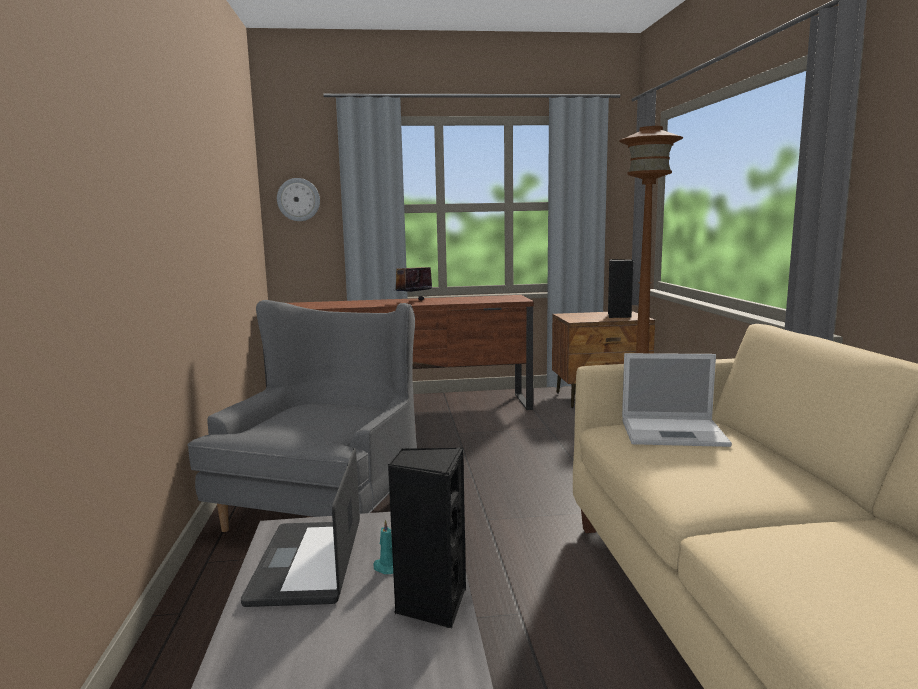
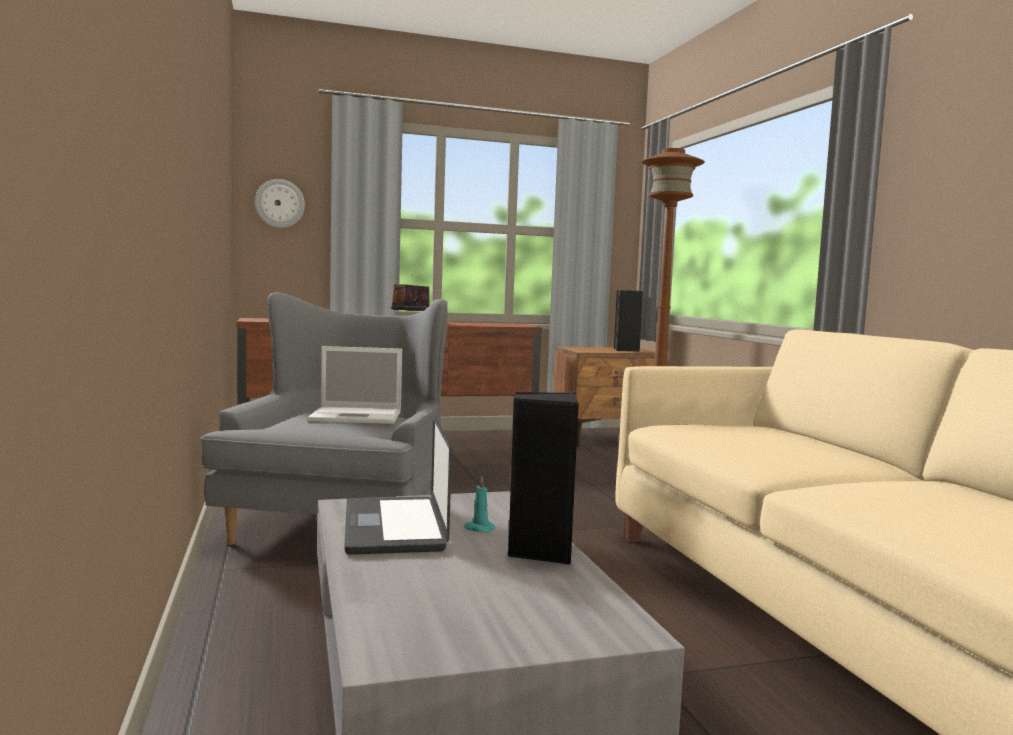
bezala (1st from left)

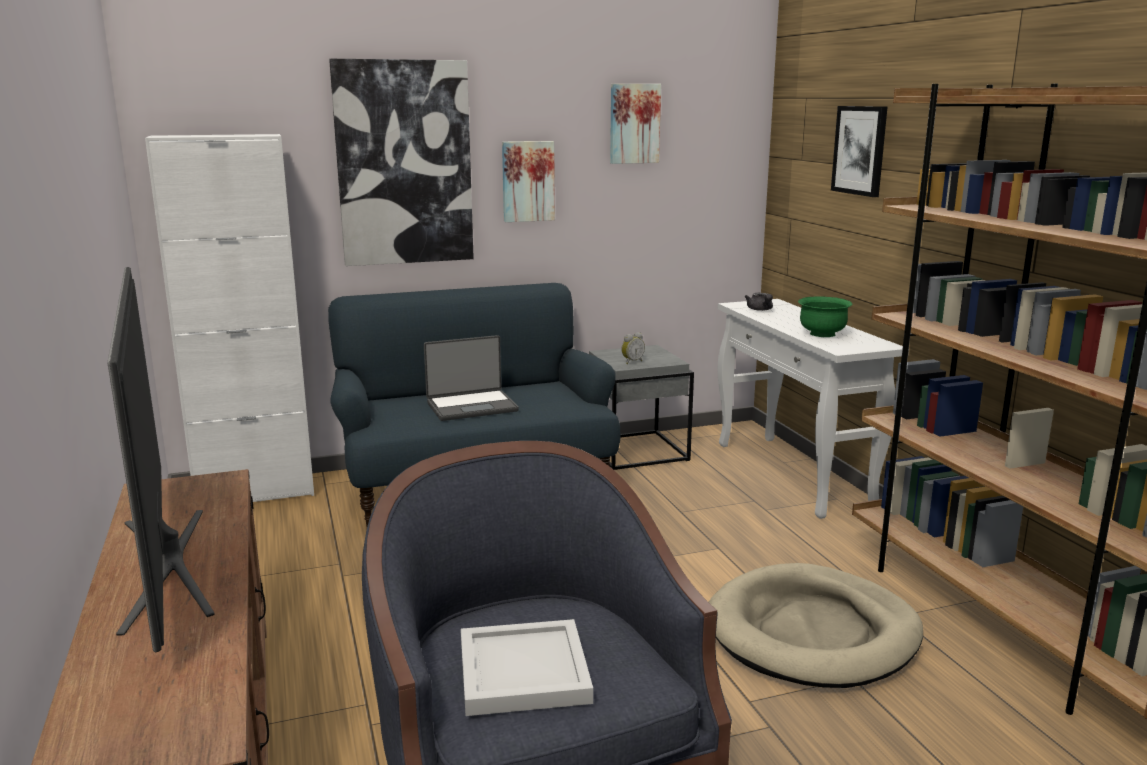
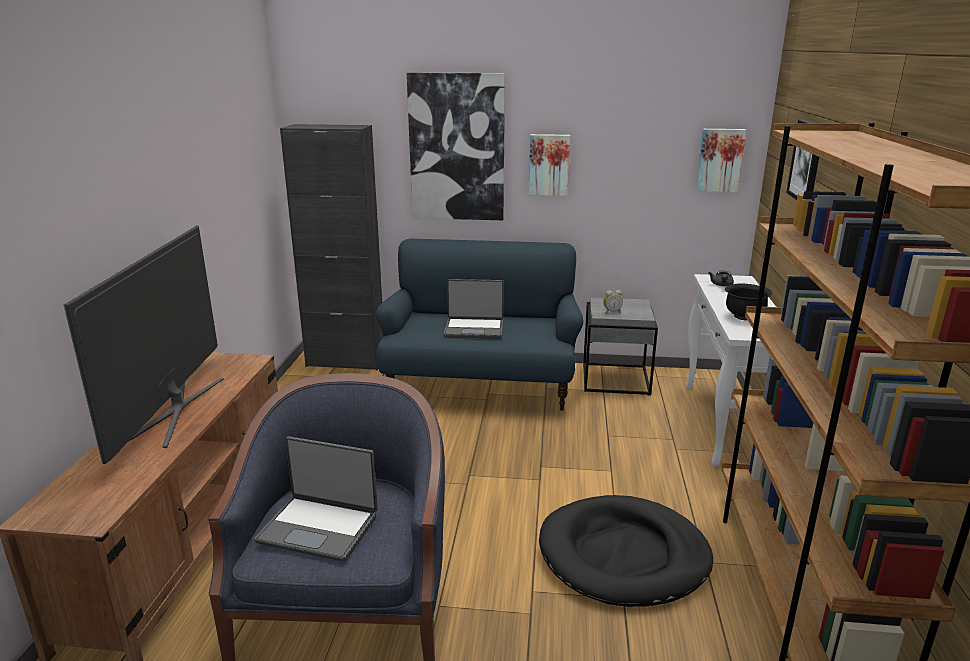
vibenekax (3rd from left); bezala (1st from left); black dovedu; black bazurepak; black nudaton

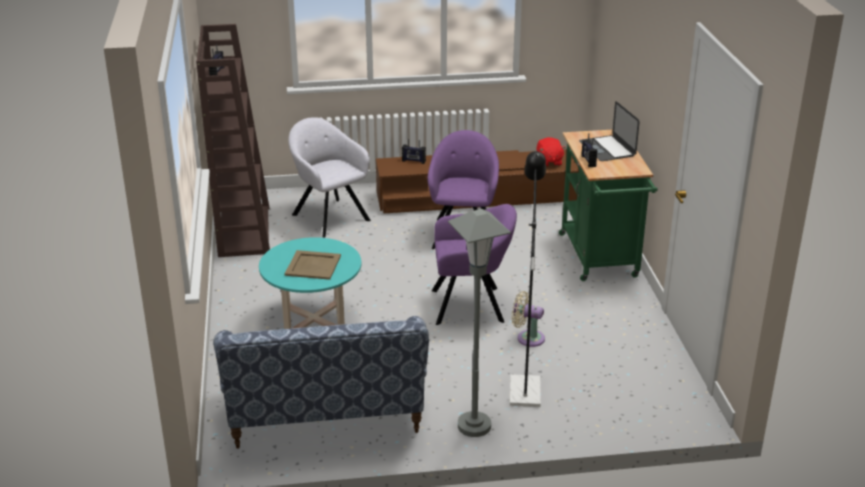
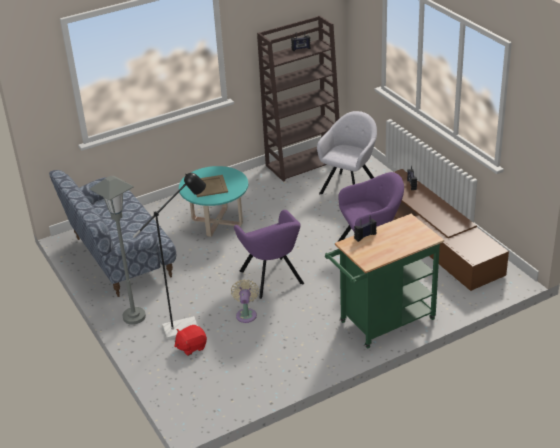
bezala; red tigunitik

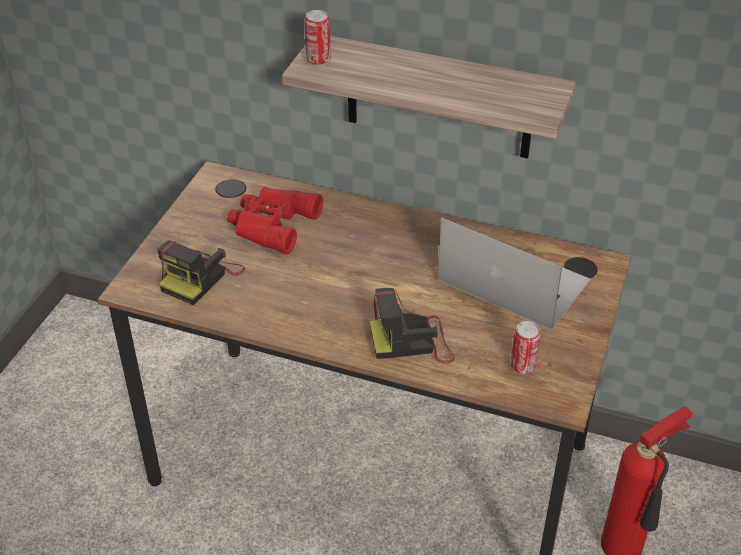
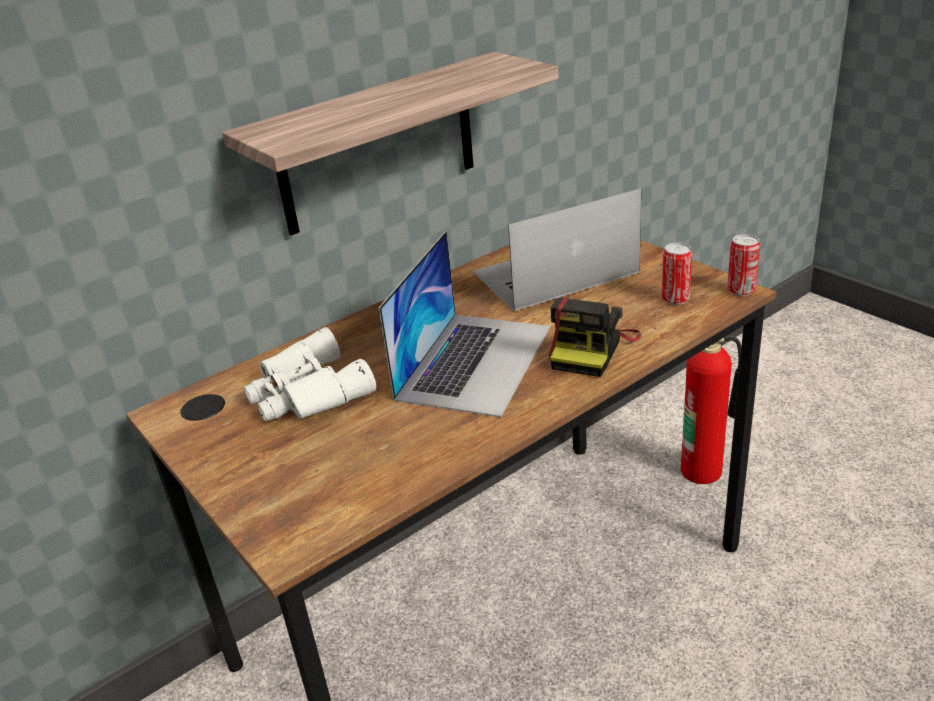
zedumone (1st from left in the first image); bezala (1st from left); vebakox (2nd from left); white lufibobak

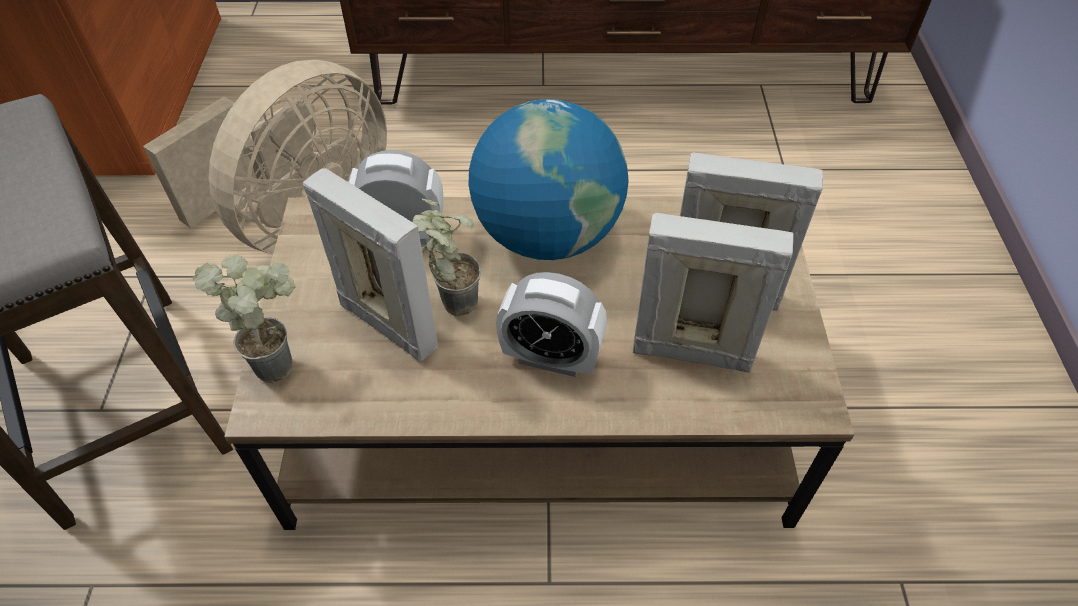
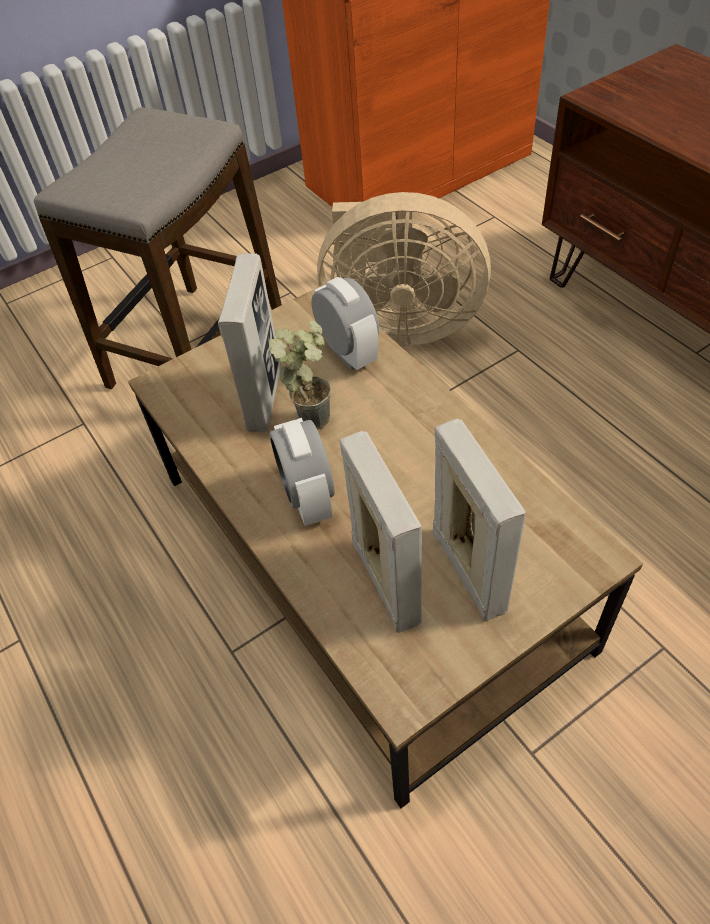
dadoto (1st from left in the first image); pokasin

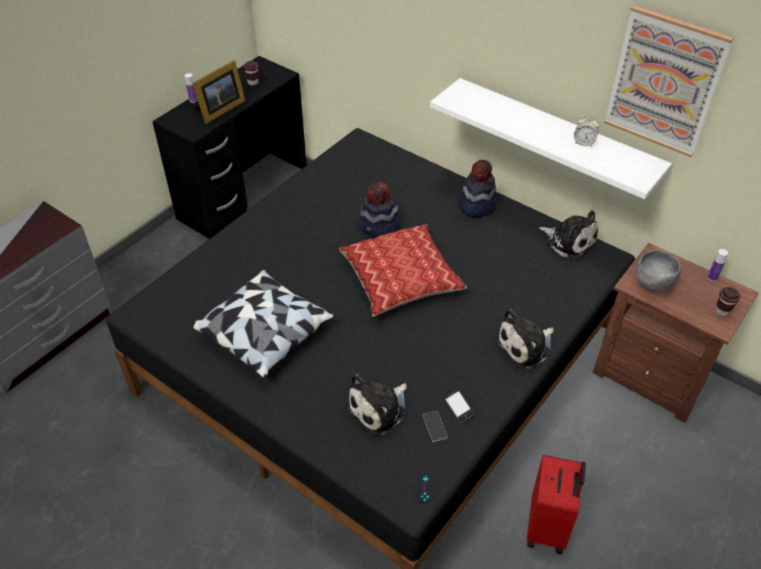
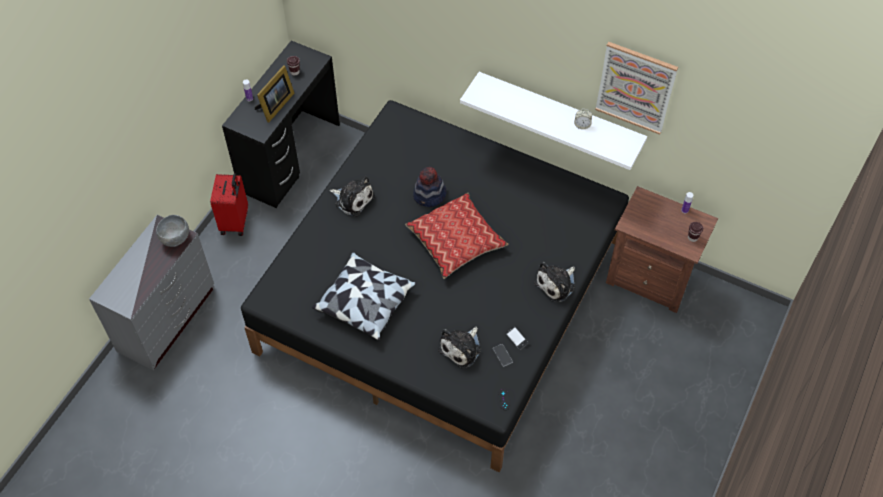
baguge (2nd from left in the first image); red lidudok; tigunitik (1st from left); grey nudaton

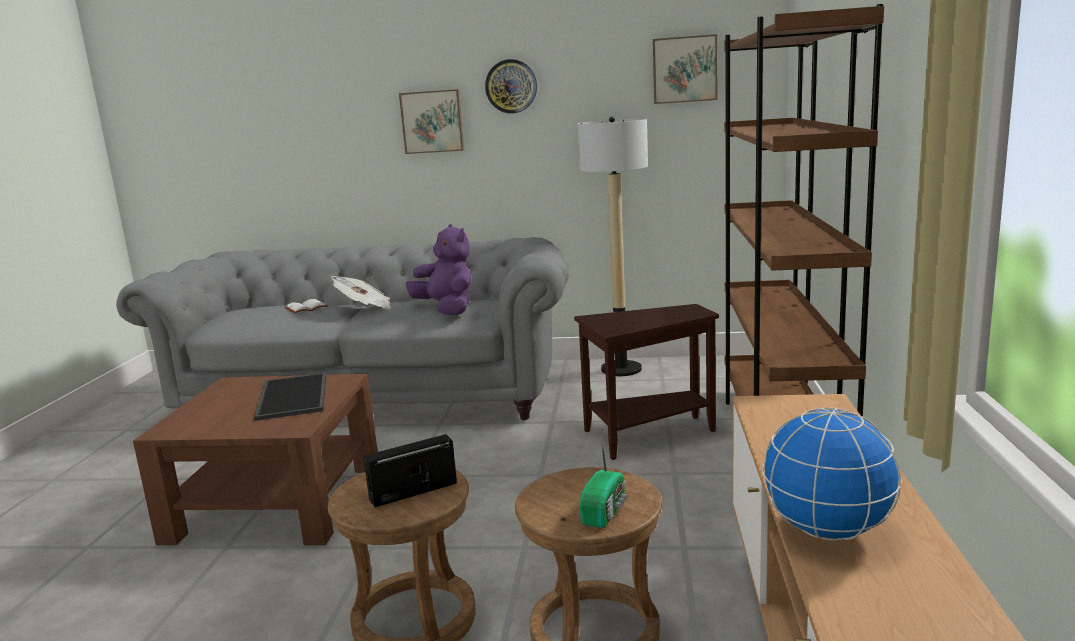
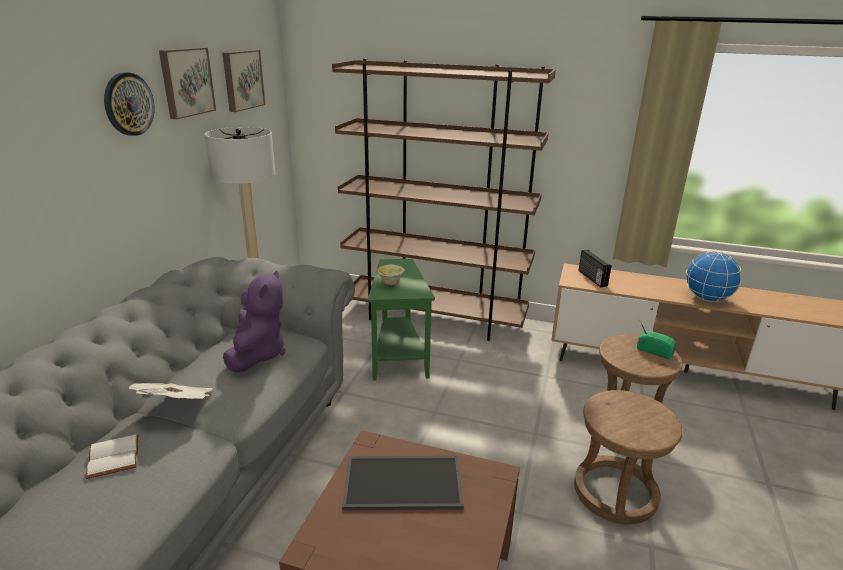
nudaton; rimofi (1st from left); vibenekax (1st from left); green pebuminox; purple tigunitik

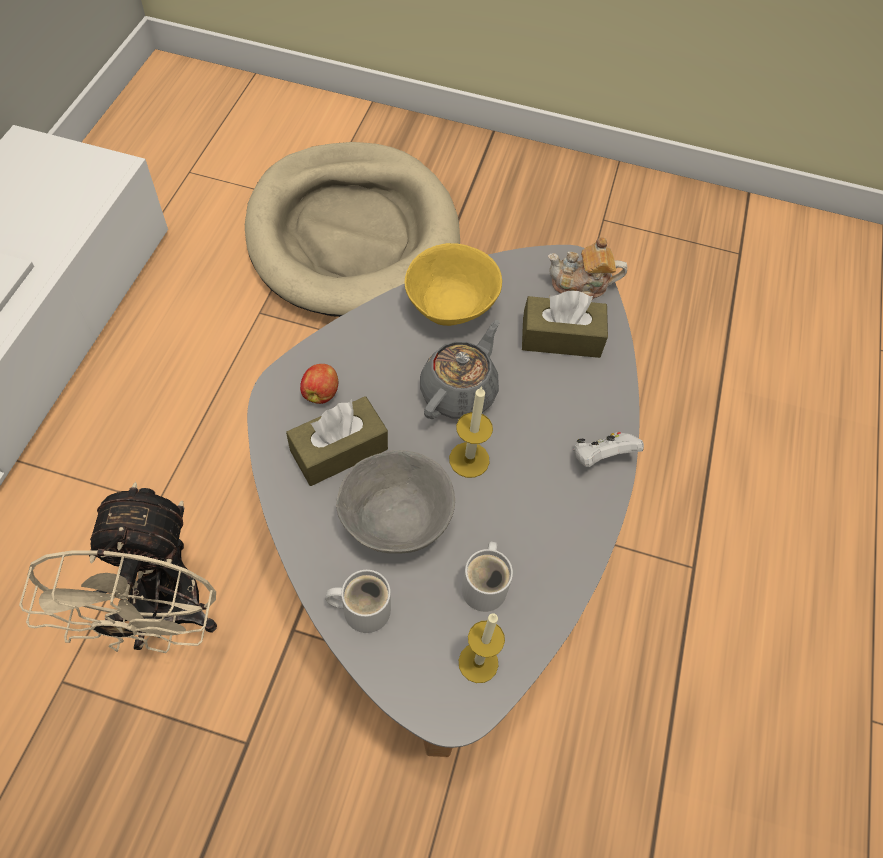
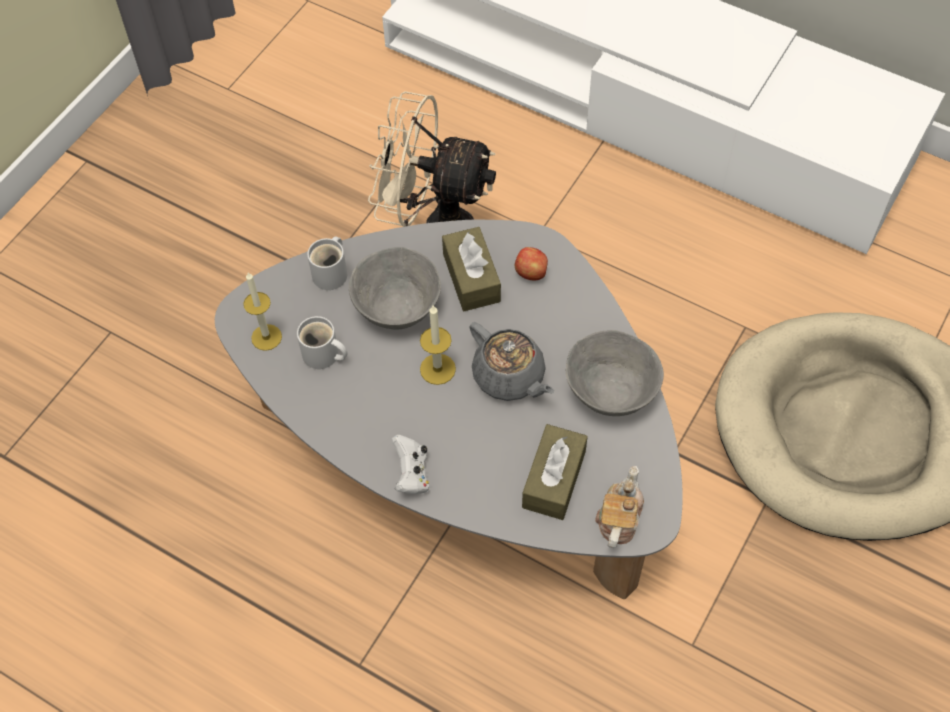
grey nudaton (2nd from left)

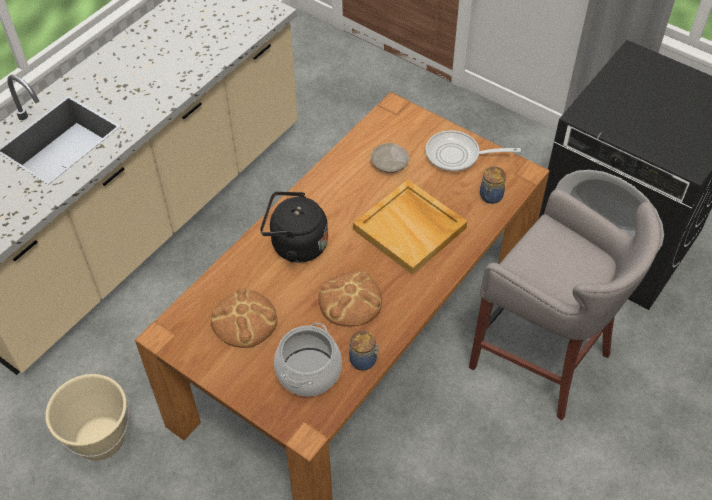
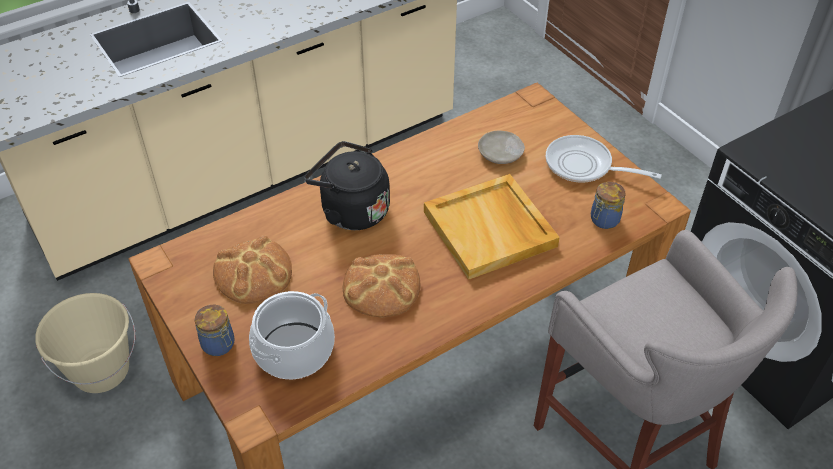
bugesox (1st from left)

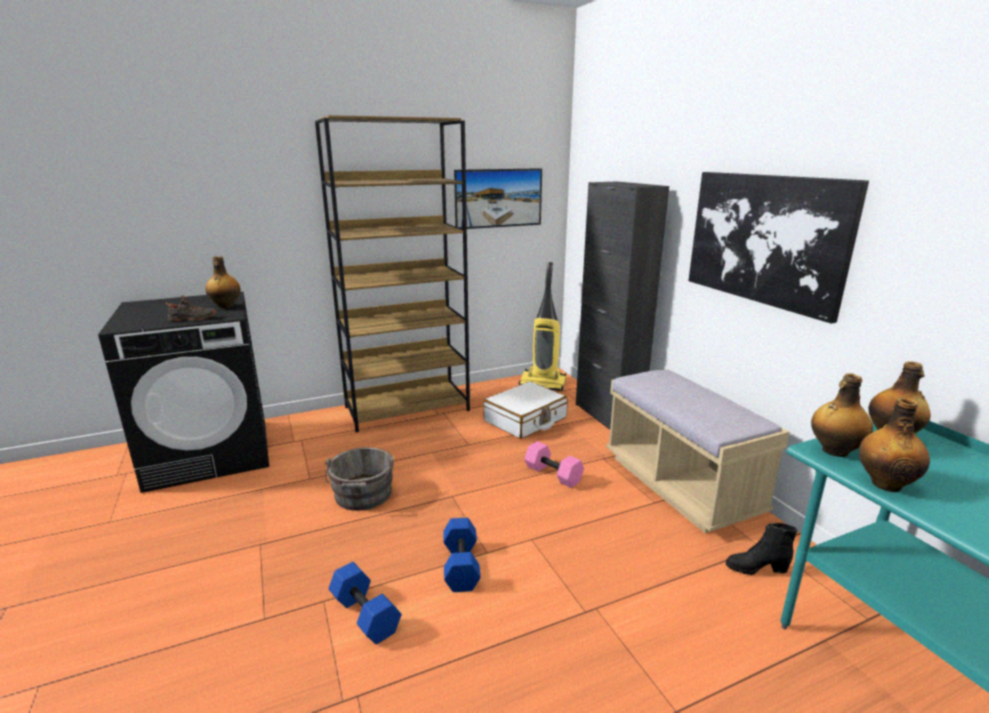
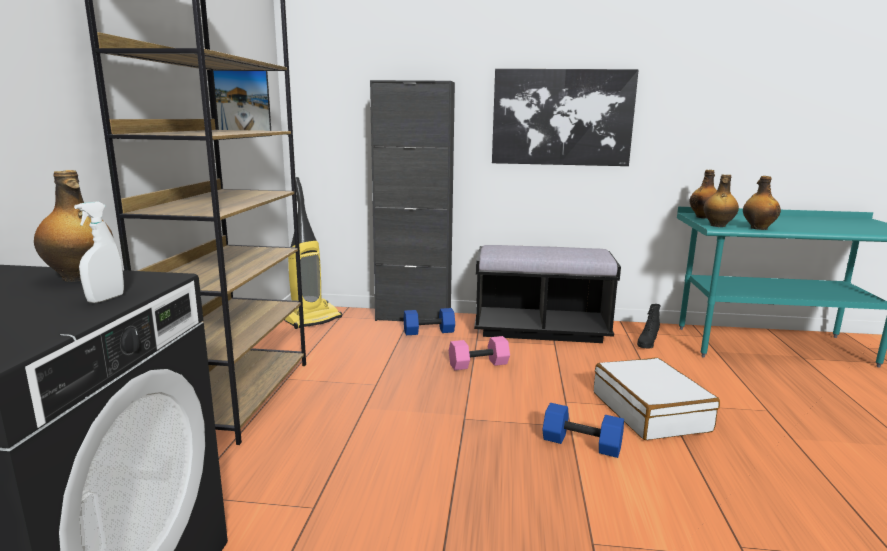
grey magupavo; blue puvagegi (1st from left); white lidudok; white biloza; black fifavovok

